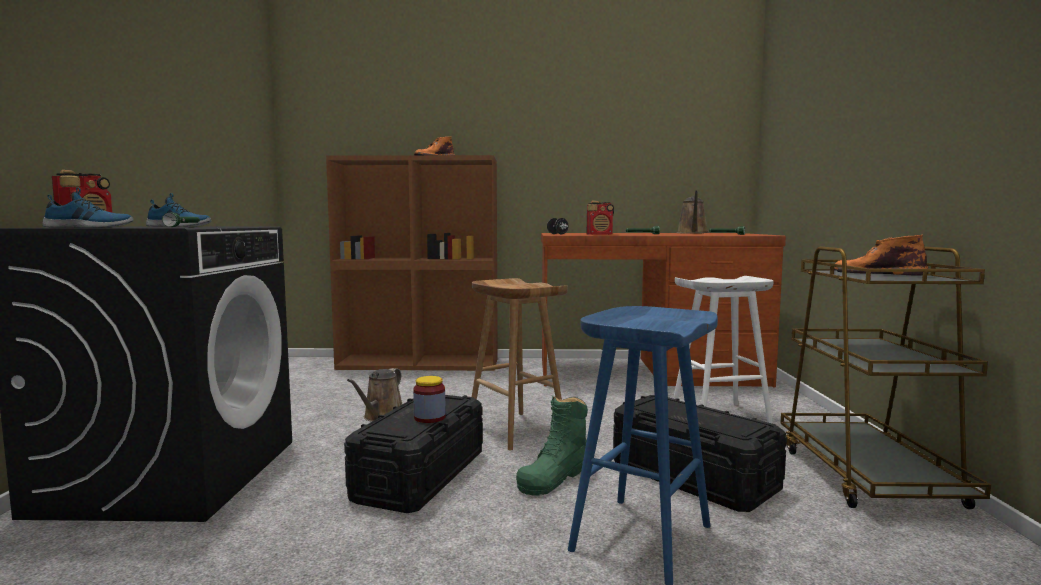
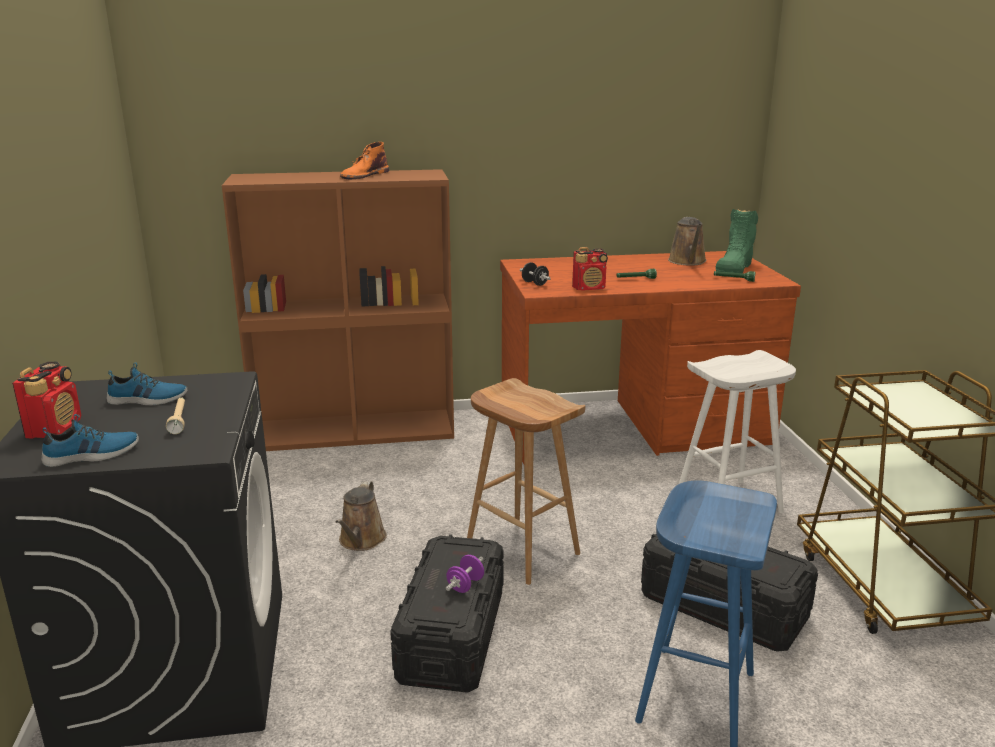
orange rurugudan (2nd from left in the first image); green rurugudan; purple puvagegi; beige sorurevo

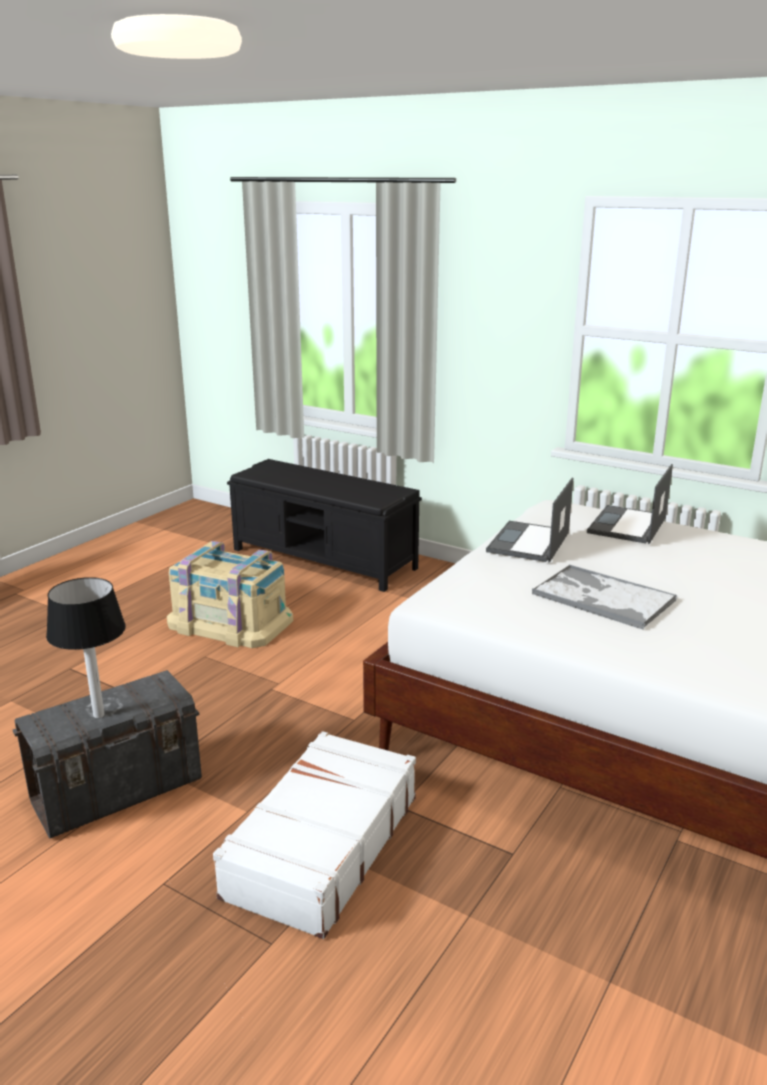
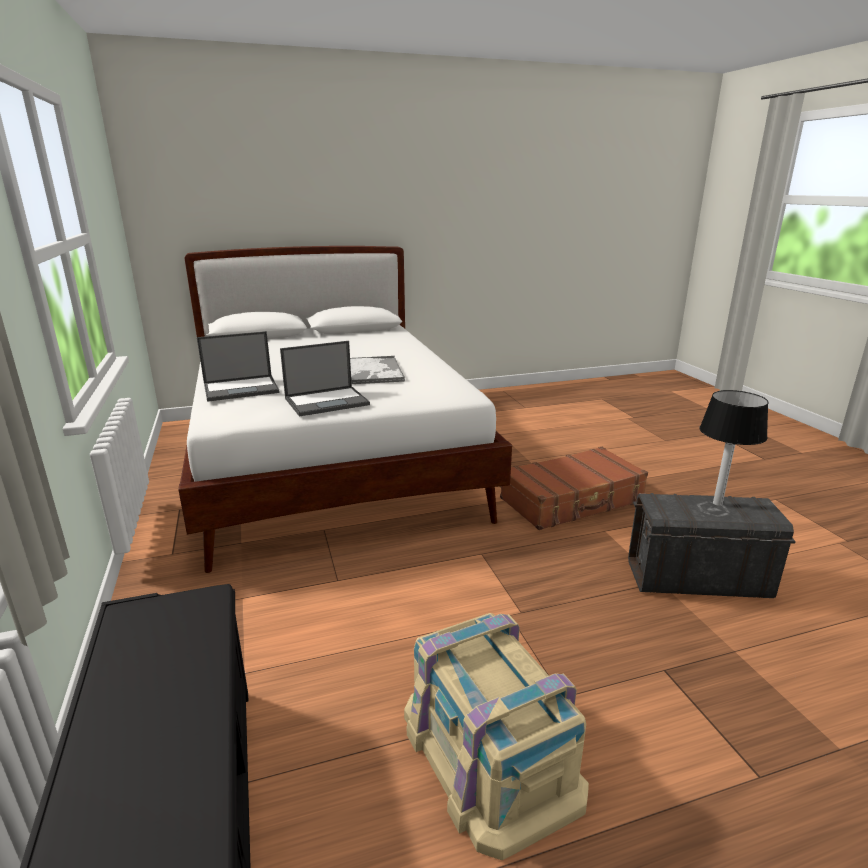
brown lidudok

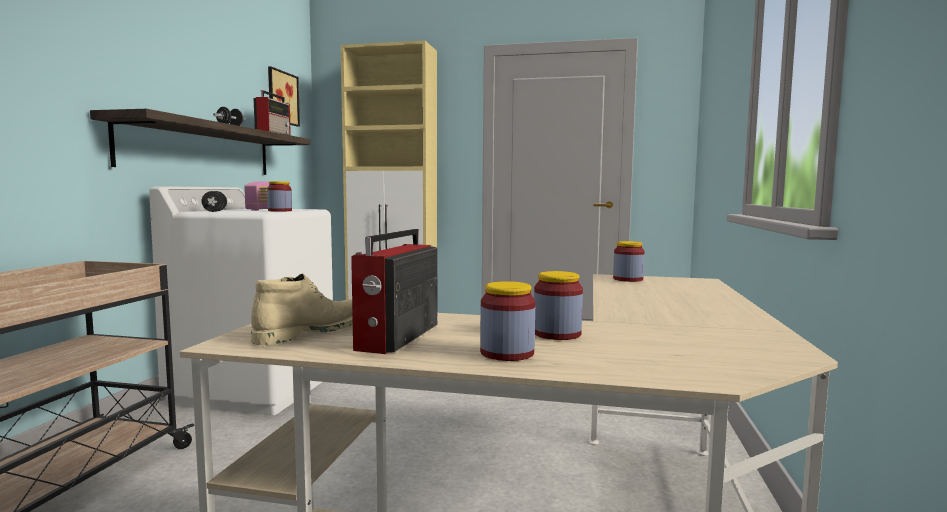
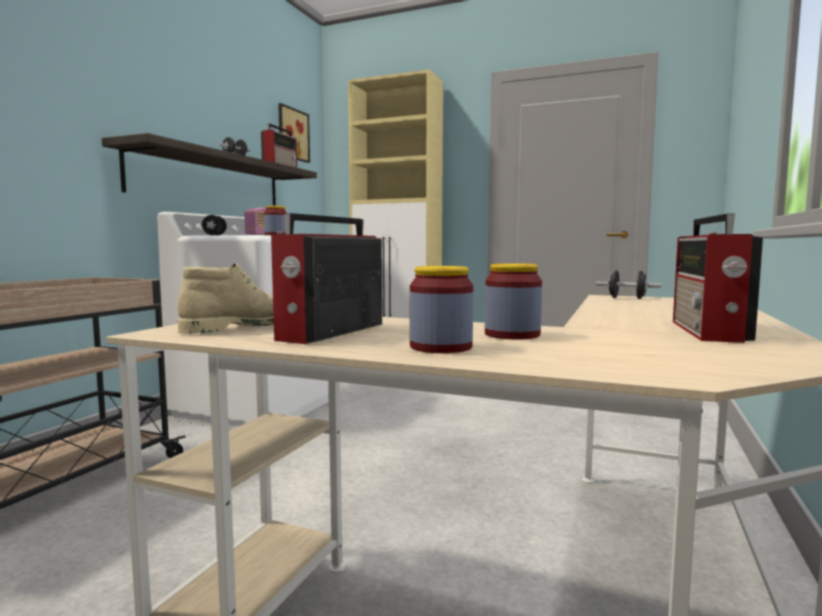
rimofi (4th from left); black puvagegi (3rd from left)

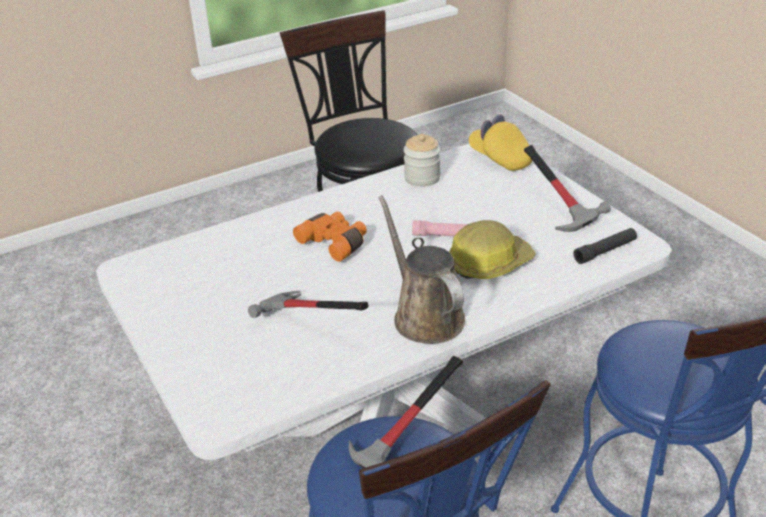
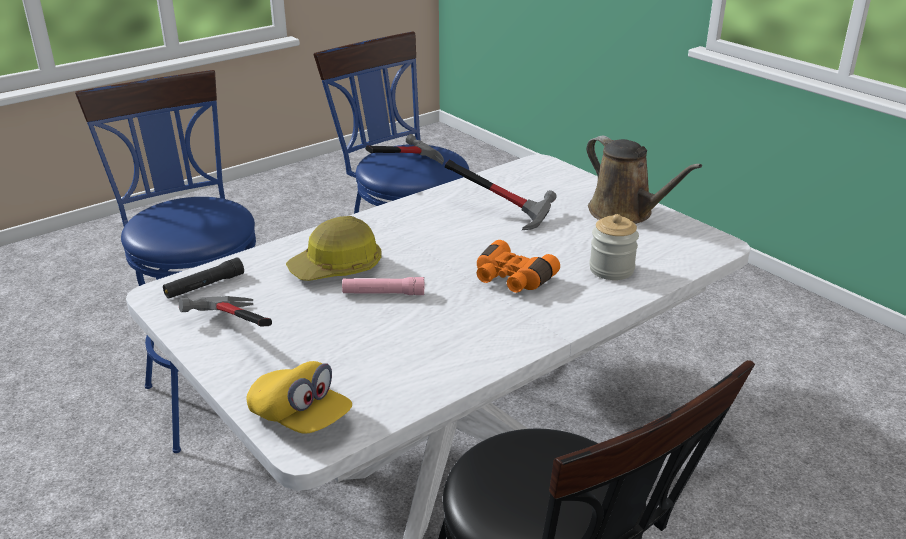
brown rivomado; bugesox

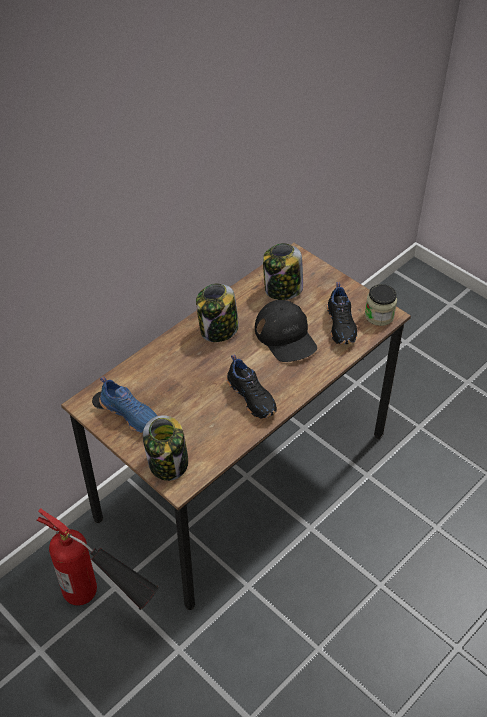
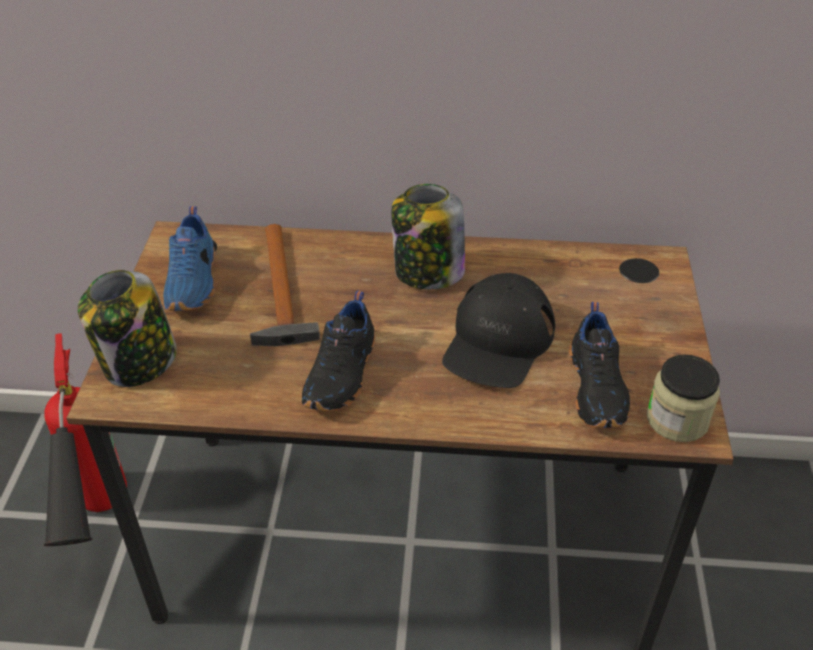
bugesox (3rd from left in the first image); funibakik; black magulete (2nd from left)

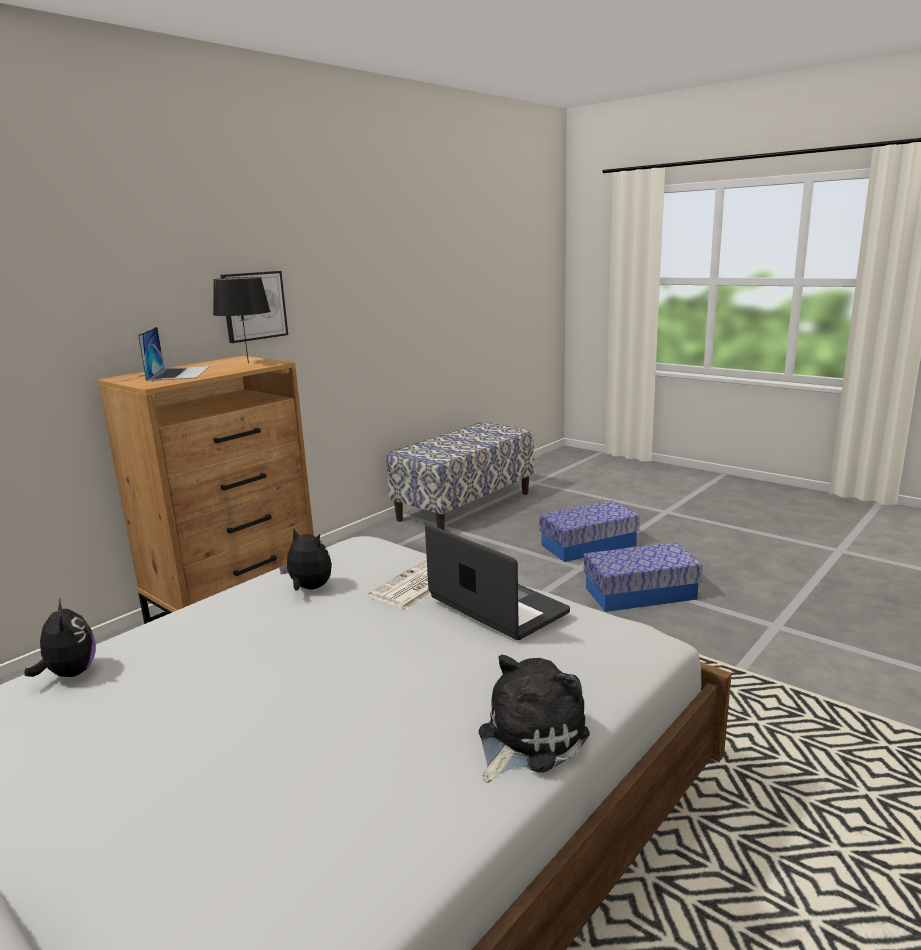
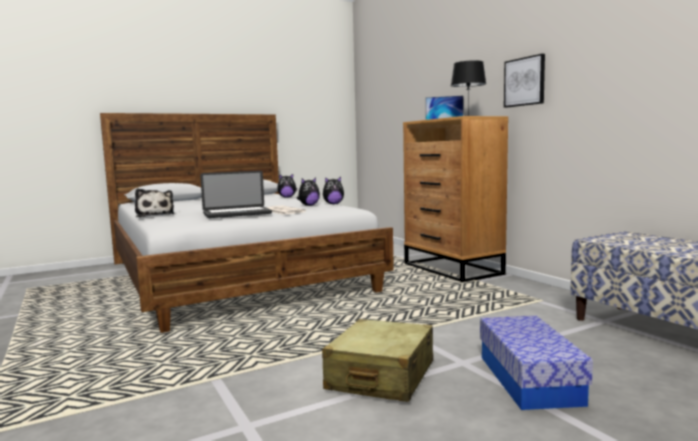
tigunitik (4th from left); beige lidudok

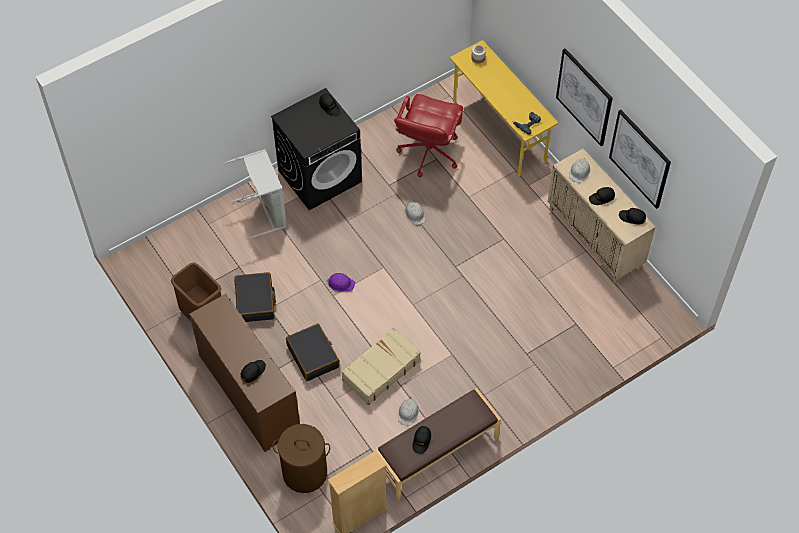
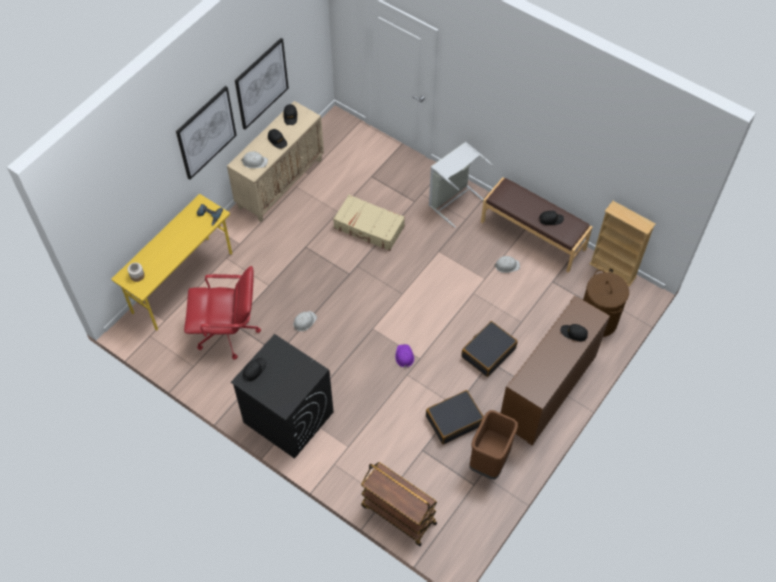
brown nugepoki; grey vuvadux; beige lidudok

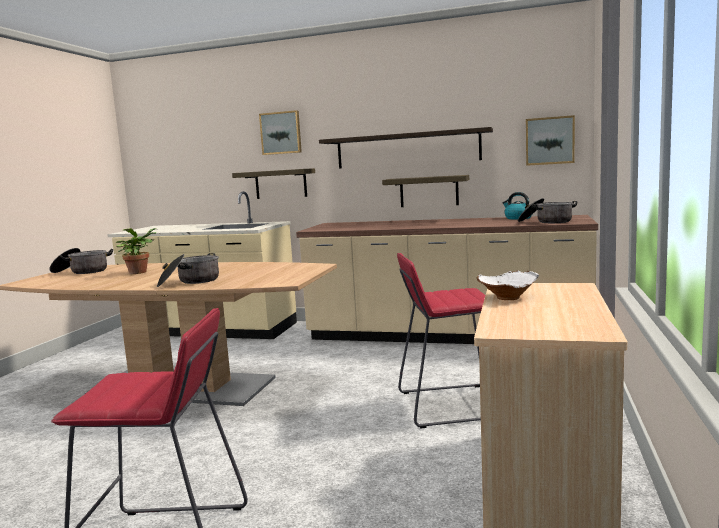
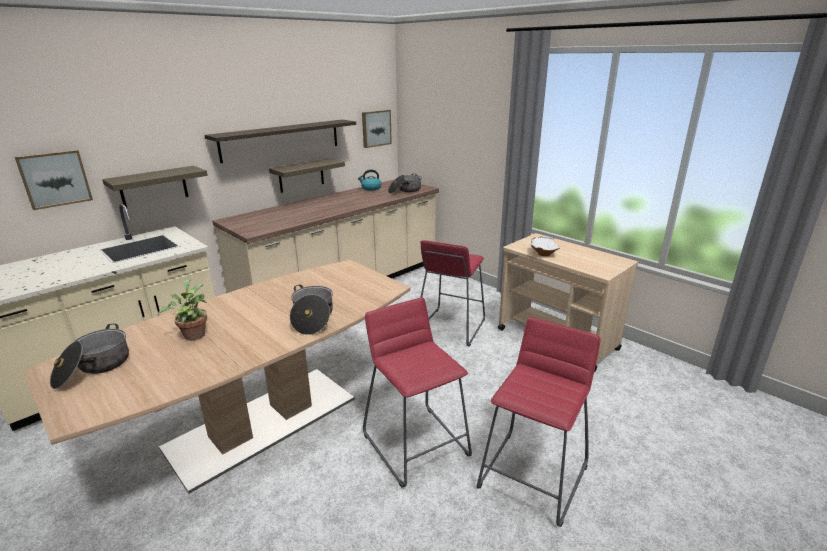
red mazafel (1st from left); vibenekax (1st from left)

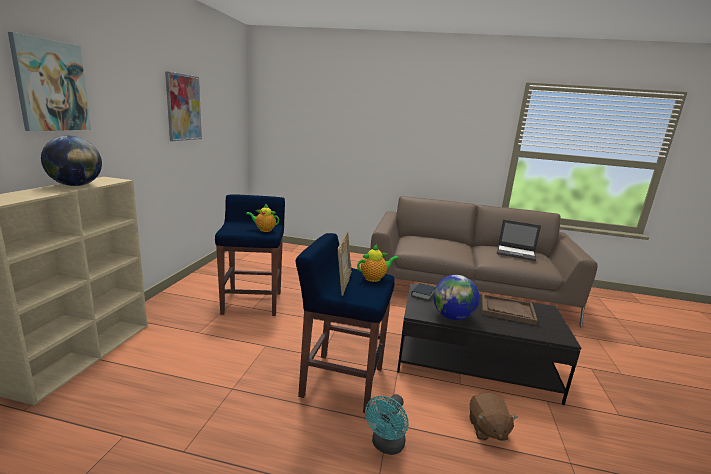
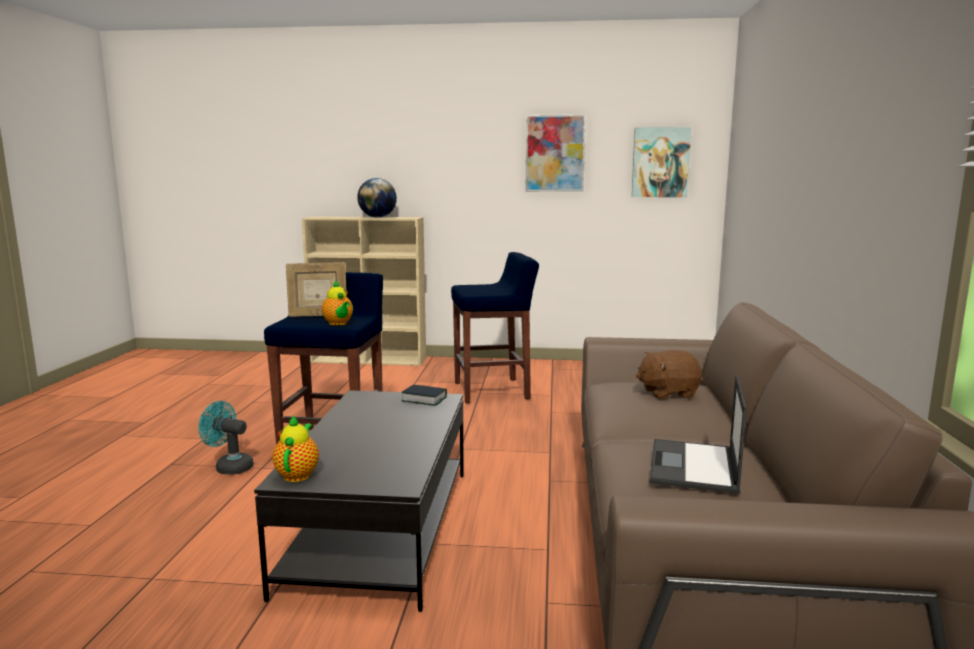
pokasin (2nd from left in the first image); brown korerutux; vibenekax (2nd from left); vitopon (1st from left); brown tigunitik

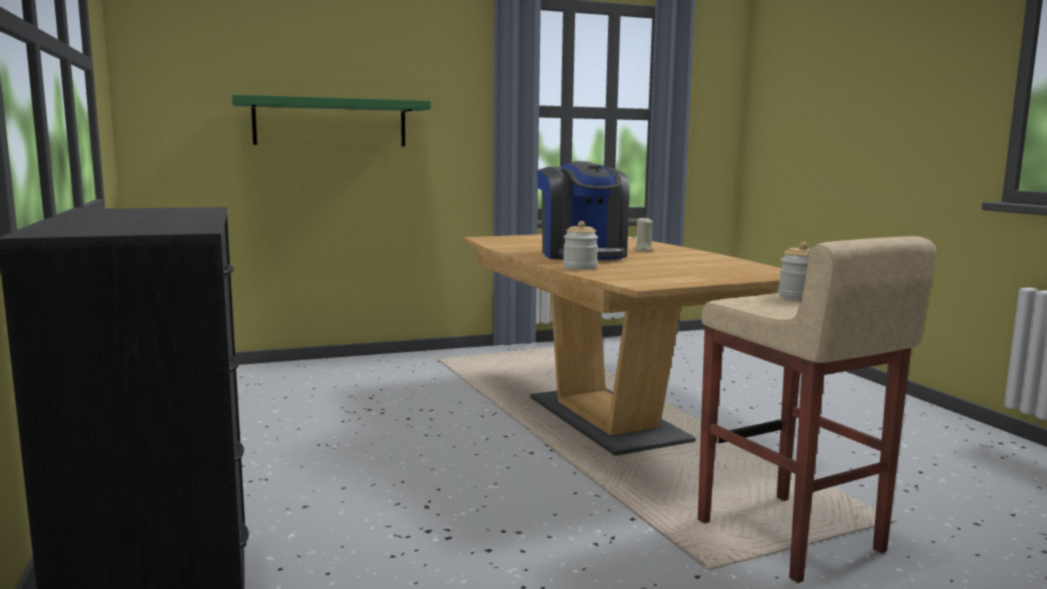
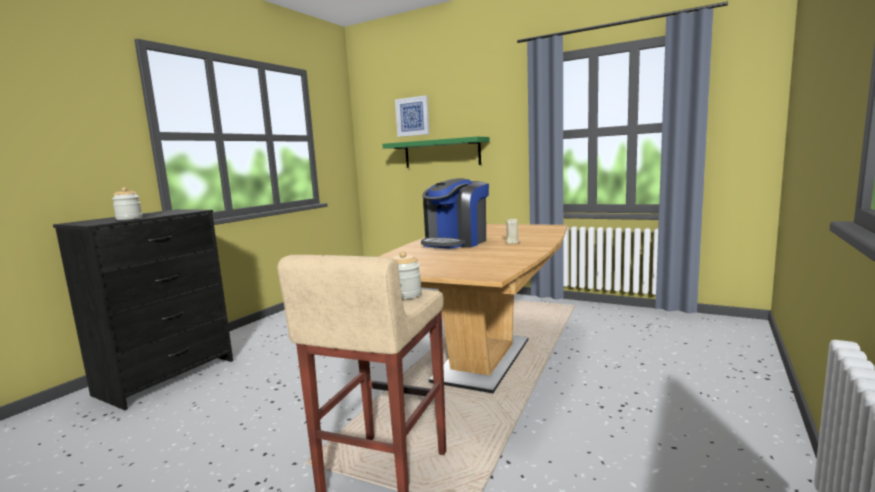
vibenekax; bugesox (1st from left)

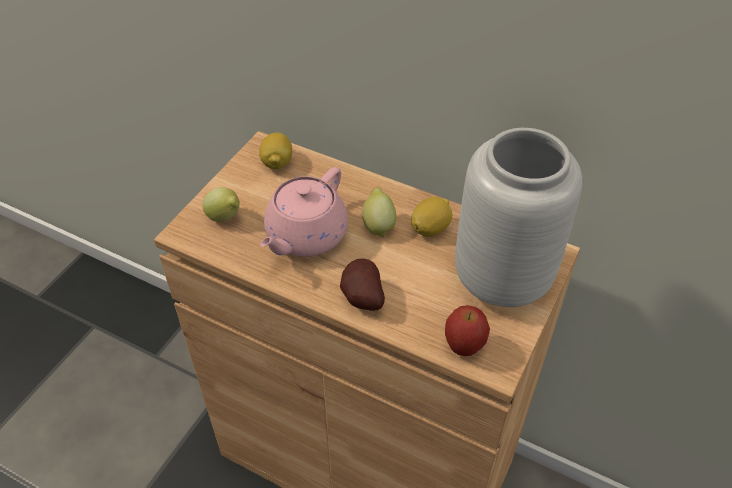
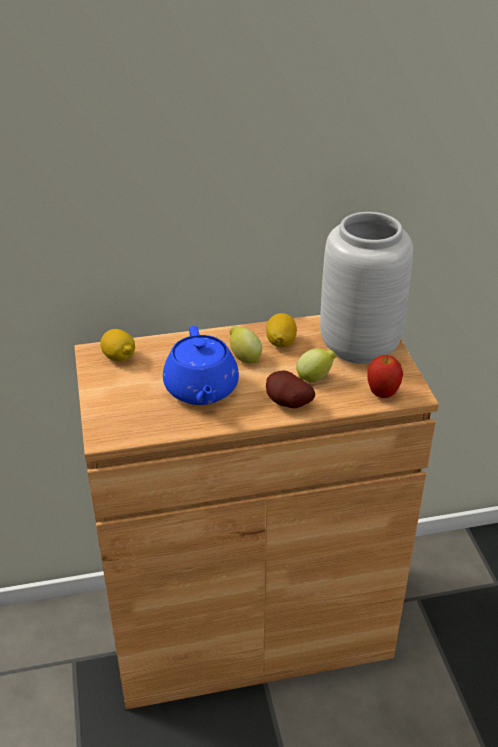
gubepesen (4th from left); blue vitopon

